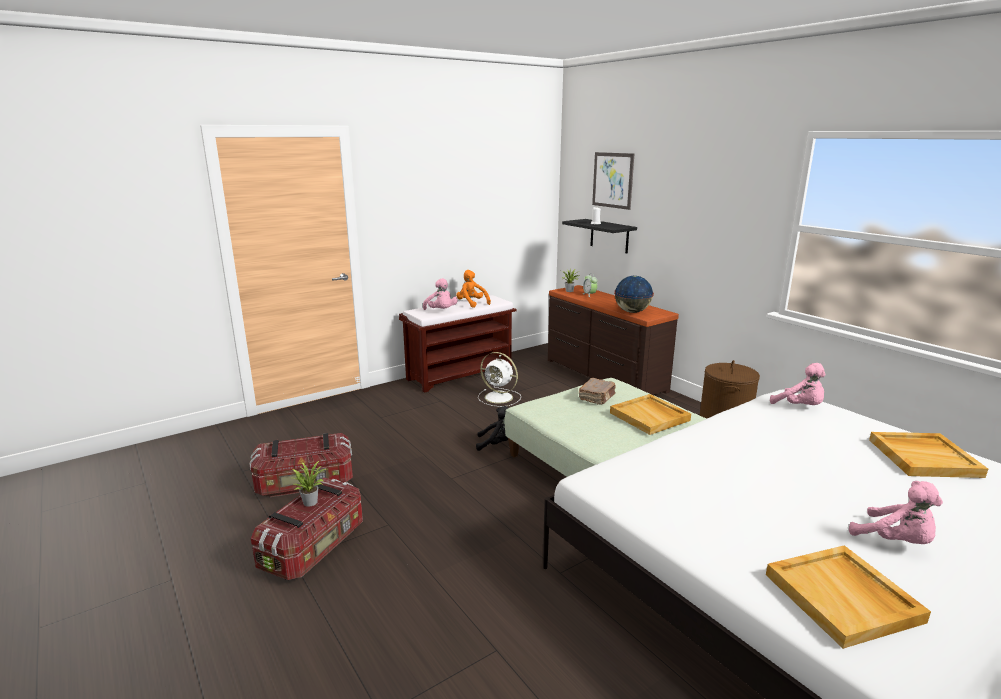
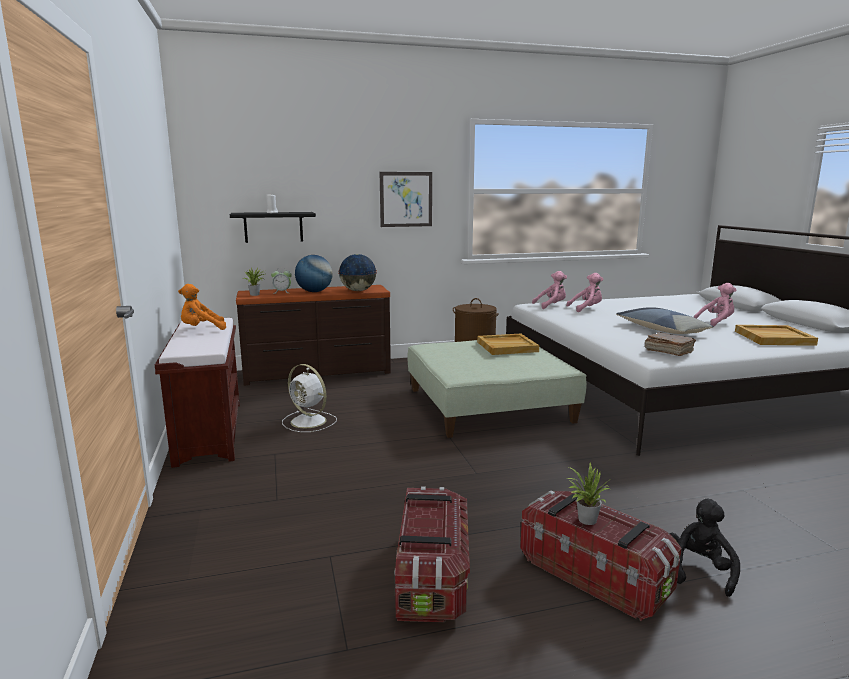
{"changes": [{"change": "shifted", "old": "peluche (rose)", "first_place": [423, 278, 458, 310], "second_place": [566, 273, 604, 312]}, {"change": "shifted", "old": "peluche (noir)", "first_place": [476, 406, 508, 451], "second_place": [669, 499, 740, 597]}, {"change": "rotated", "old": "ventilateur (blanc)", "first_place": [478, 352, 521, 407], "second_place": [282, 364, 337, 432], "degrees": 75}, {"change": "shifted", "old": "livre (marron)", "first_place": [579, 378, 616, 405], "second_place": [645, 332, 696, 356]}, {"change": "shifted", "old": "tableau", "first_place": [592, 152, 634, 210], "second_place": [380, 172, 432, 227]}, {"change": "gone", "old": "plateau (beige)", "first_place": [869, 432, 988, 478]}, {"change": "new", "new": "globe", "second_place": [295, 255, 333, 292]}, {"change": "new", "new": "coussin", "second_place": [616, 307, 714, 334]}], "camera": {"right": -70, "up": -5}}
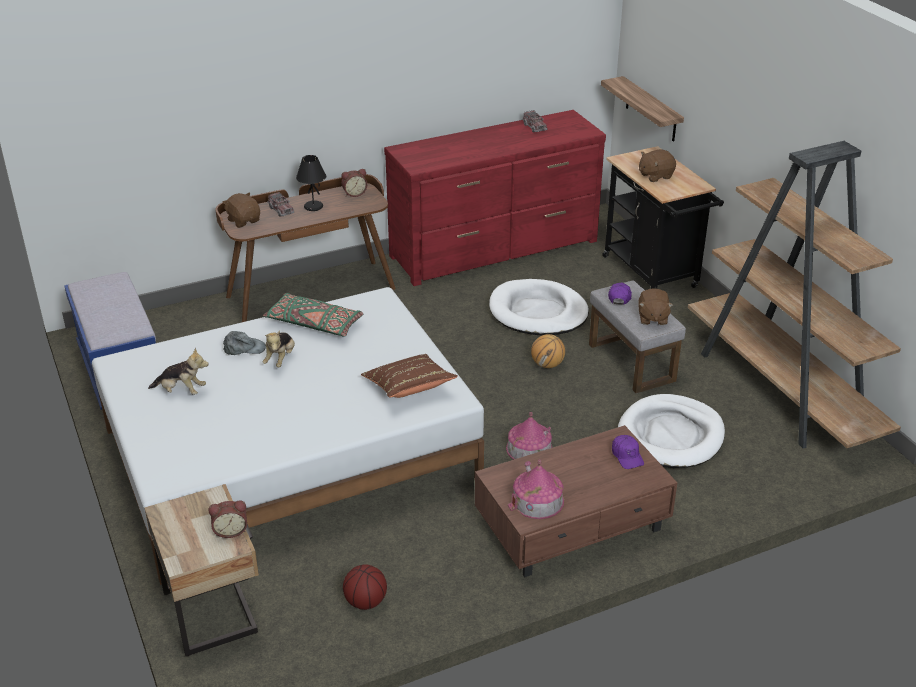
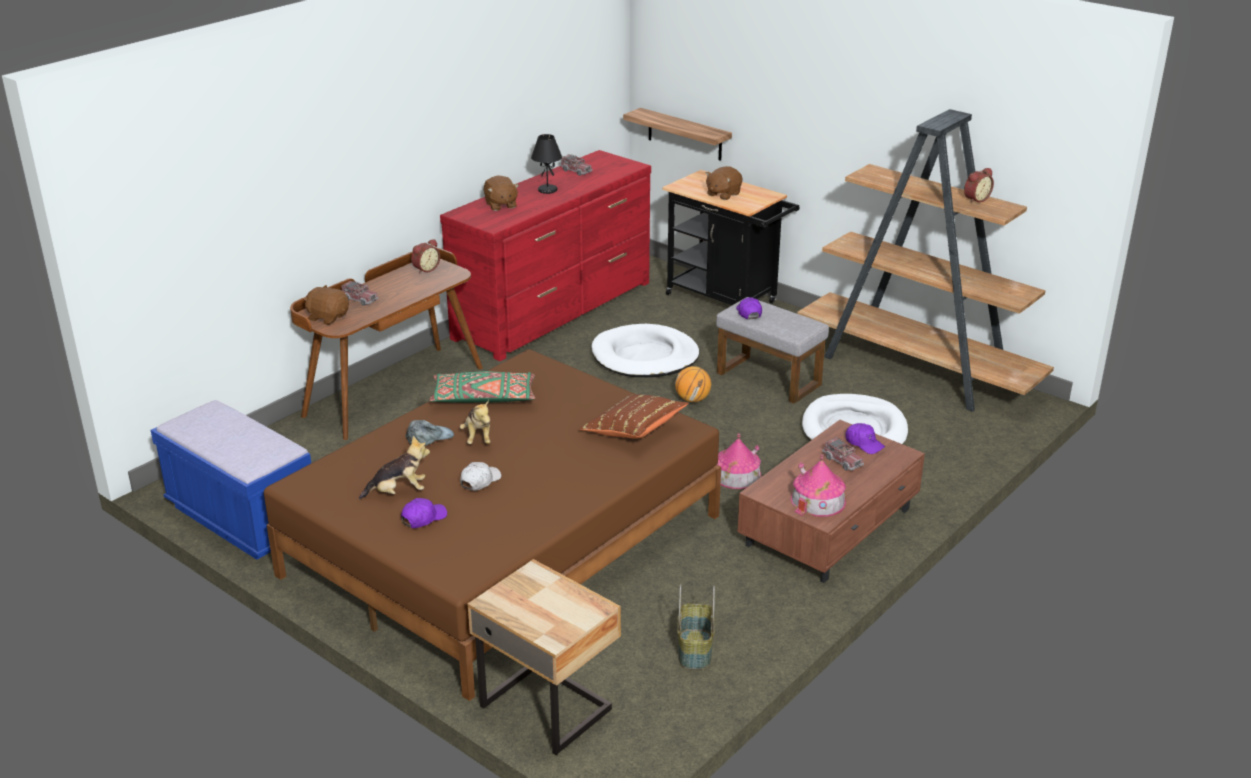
{"changes": [{"change": "repainted", "old": "lit (blanc)", "new": "lit (marron)", "first_place": [92, 287, 484, 585], "second_place": [264, 349, 721, 701]}, {"change": "shifted", "old": "réveil", "first_place": [208, 500, 247, 538], "second_place": [964, 168, 994, 203]}, {"change": "shifted", "old": "lampe de table (noir)", "first_place": [296, 155, 326, 211], "second_place": [531, 134, 562, 194]}, {"change": "swapped", "old": "ballon de basket", "new": "panier", "first_place": [343, 564, 387, 610], "second_place": [677, 584, 715, 669]}, {"change": "shifted", "old": "peluche (marron)", "first_place": [638, 288, 673, 325], "second_place": [484, 176, 519, 211]}, {"change": "new", "new": "casquette (violet)", "second_place": [401, 498, 447, 528]}, {"change": "new", "new": "casquette (blanc)", "second_place": [460, 462, 501, 491]}, {"change": "new", "new": "camion jouet", "second_place": [822, 437, 864, 471]}], "camera": {"right": -25, "up": -5}}
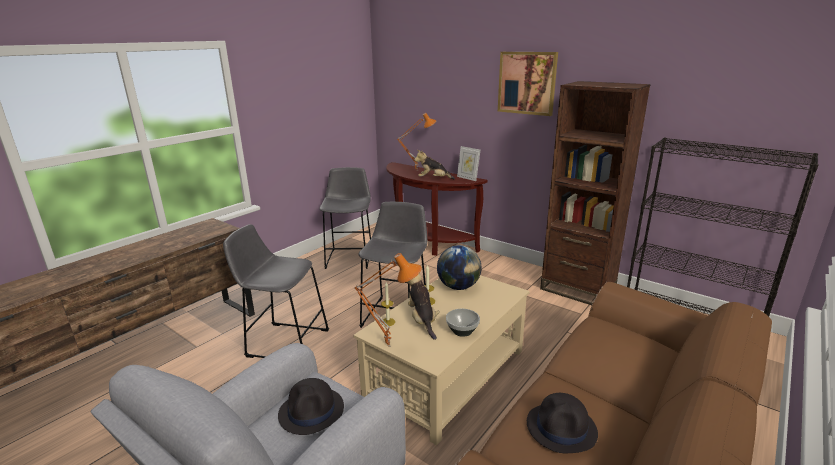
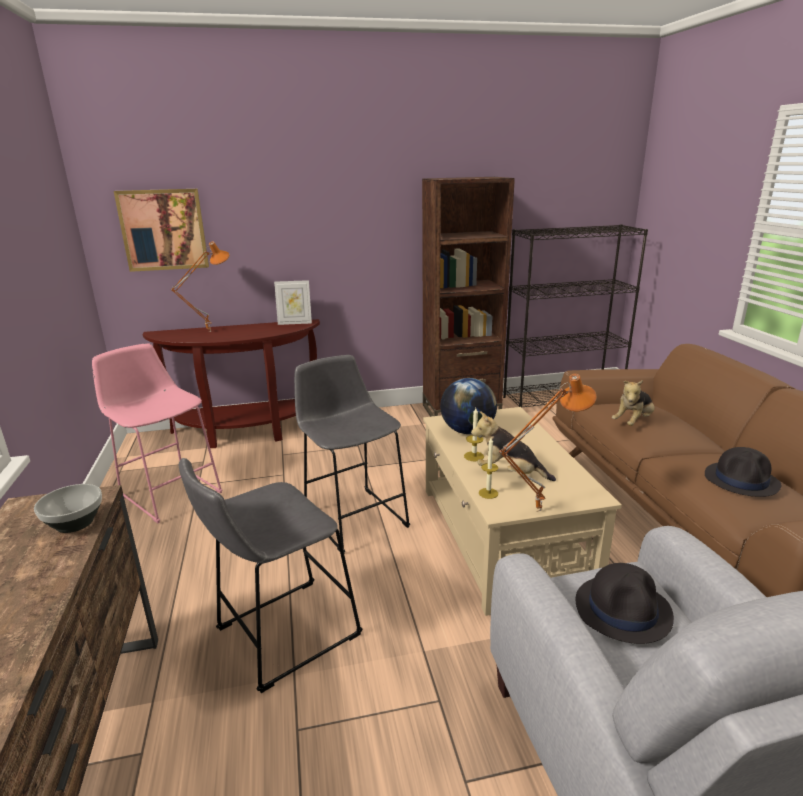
{"changes": [{"change": "repainted", "old": "tabouret (gris)", "new": "tabouret (rose)", "first_place": [319, 167, 371, 269], "second_place": [92, 343, 222, 524]}, {"change": "shifted", "old": "peluche", "first_place": [414, 150, 455, 180], "second_place": [612, 380, 655, 426]}, {"change": "shifted", "old": "bol", "first_place": [446, 309, 480, 337], "second_place": [34, 484, 102, 533]}, {"change": "shifted", "old": "tableau", "first_place": [498, 52, 558, 116], "second_place": [114, 189, 209, 272]}], "camera": {"right": -50, "up": 0}}
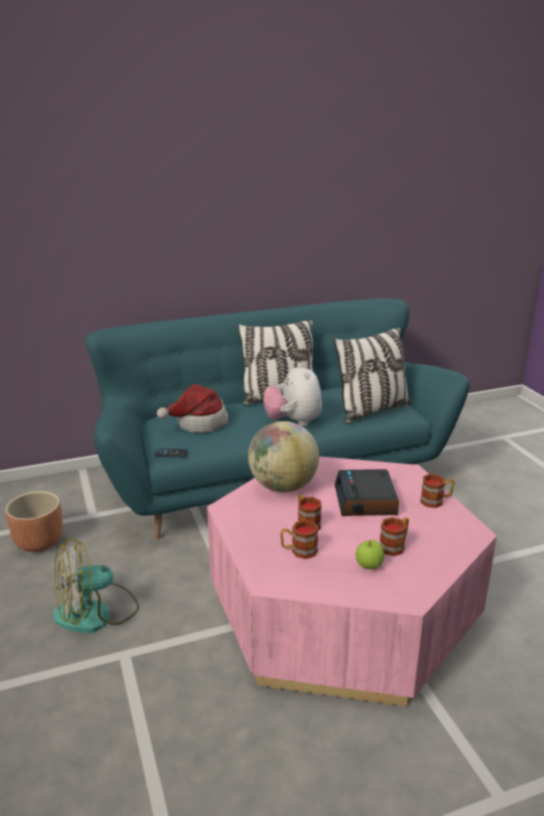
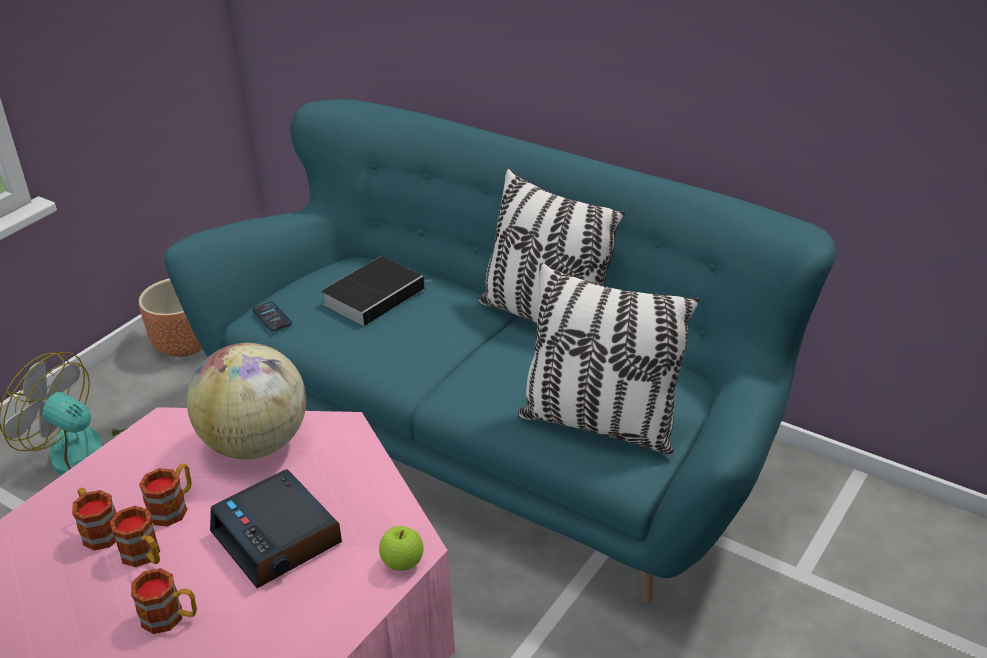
{"changes": [{"change": "swapped", "old": "chapeau", "new": "livre", "first_place": [157, 384, 228, 433], "second_place": [321, 256, 432, 326]}, {"change": "gone", "old": "peluche", "first_place": [263, 363, 322, 426]}, {"change": "rotated", "old": "réveil", "first_place": [335, 469, 399, 516], "second_place": [210, 469, 342, 588], "degrees": -90}, {"change": "shifted", "old": "pomme", "first_place": [356, 540, 385, 569], "second_place": [379, 526, 424, 571]}, {"change": "shifted", "old": "mug", "first_place": [421, 474, 454, 508], "second_place": [110, 506, 160, 567]}], "camera": {"right": 55, "up": 10}}
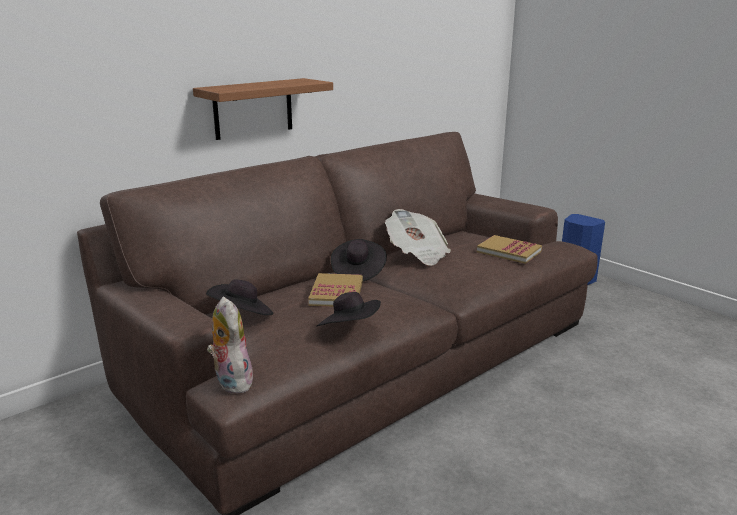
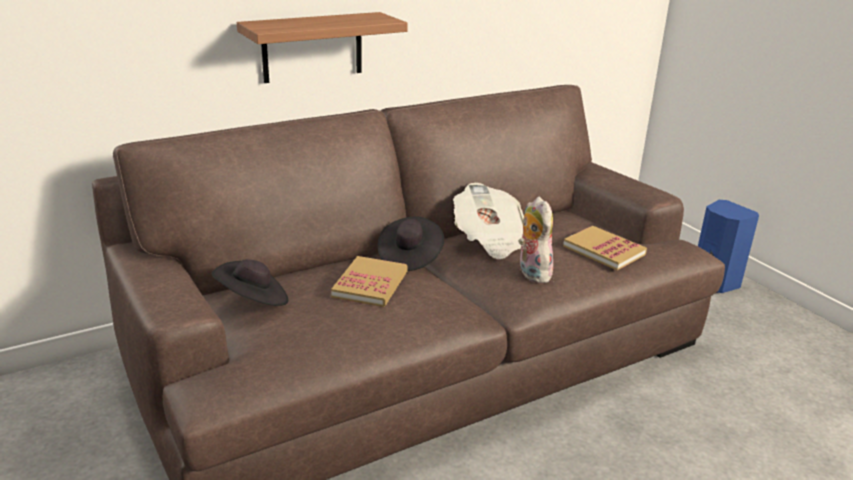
{"changes": [{"change": "shifted", "old": "peluche", "first_place": [207, 297, 253, 394], "second_place": [518, 197, 553, 283]}, {"change": "gone", "old": "chapeau (noir)", "first_place": [317, 292, 381, 326]}], "camera": {"right": 10, "up": 5}}
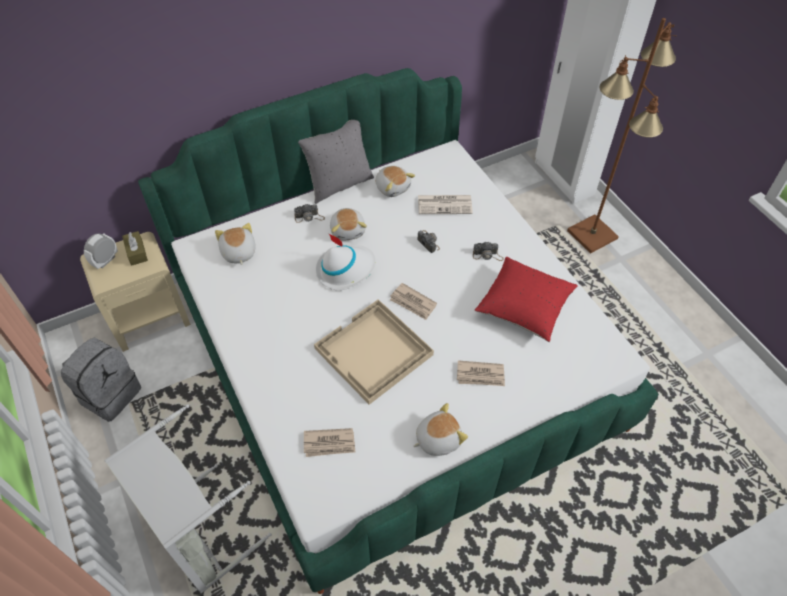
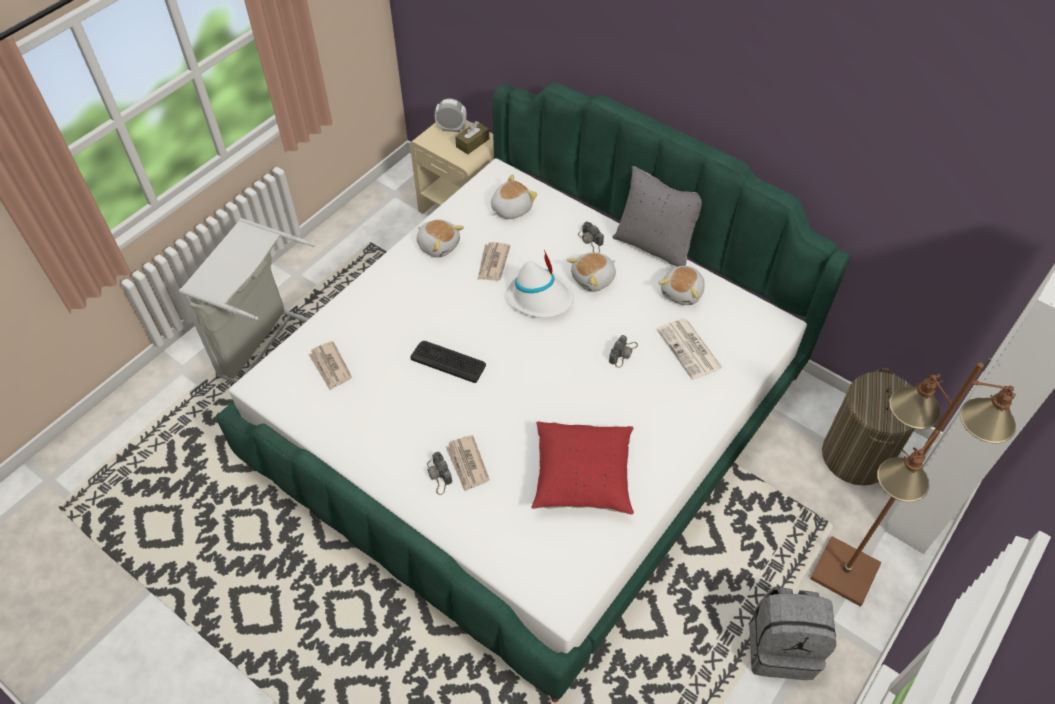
{"changes": [{"change": "shifted", "old": "sac à dos (gris)", "first_place": [61, 337, 141, 422], "second_place": [749, 587, 836, 680]}, {"change": "swapped", "old": "plateau (beige)", "new": "clavier", "first_place": [314, 299, 434, 405], "second_place": [410, 341, 486, 383]}, {"change": "shifted", "old": "journal", "first_place": [390, 283, 437, 320], "second_place": [478, 242, 510, 281]}, {"change": "shifted", "old": "peluche", "first_place": [413, 403, 468, 456], "second_place": [417, 219, 464, 258]}, {"change": "shifted", "old": "appareil photo", "first_place": [473, 242, 504, 261], "second_place": [427, 452, 452, 495]}, {"change": "new", "new": "panier à linge", "second_place": [822, 368, 915, 486]}], "camera": {"right": 65, "up": 0}}
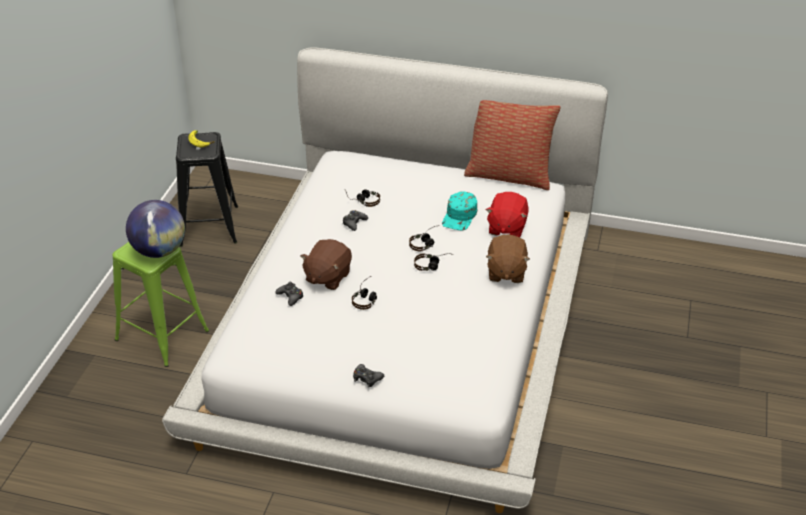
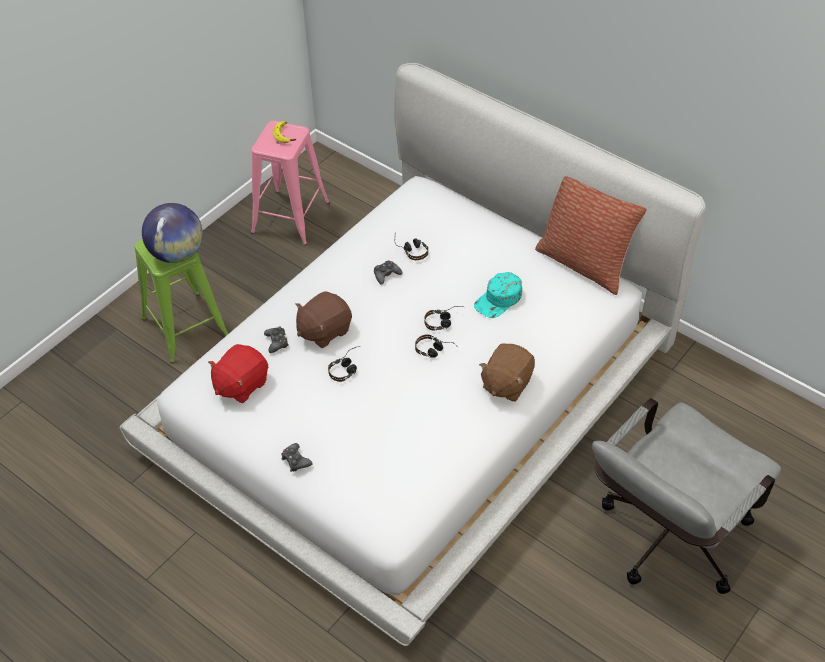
{"changes": [{"change": "repainted", "old": "tabouret (noir)", "new": "tabouret (rose)", "first_place": [176, 132, 238, 247], "second_place": [251, 121, 330, 246]}, {"change": "shifted", "old": "peluche (rouge)", "first_place": [486, 192, 529, 238], "second_place": [208, 344, 268, 403]}, {"change": "new", "new": "chaise de bureau (gris)", "second_place": [592, 398, 781, 594]}], "camera": {"right": 25, "up": 10}}
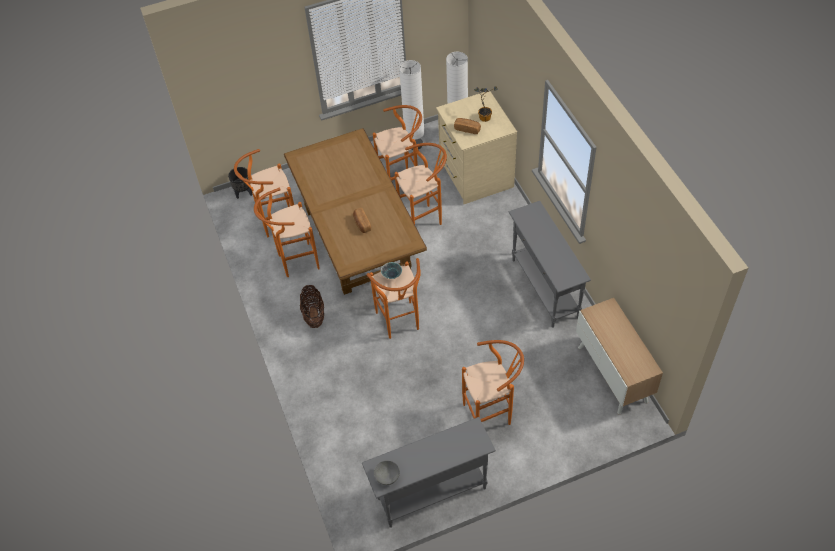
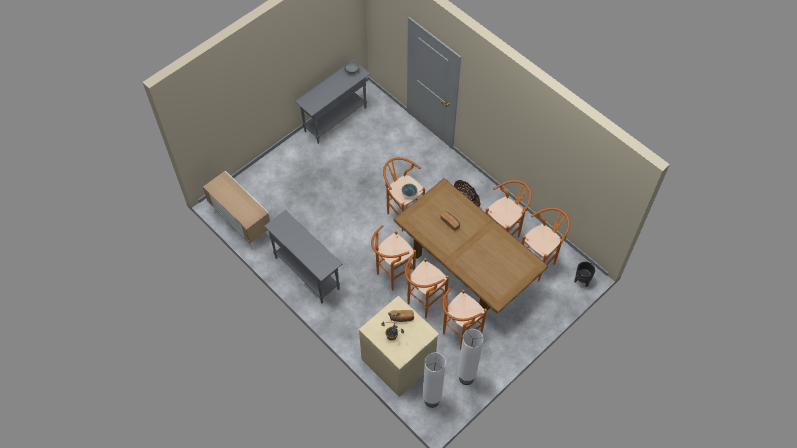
{"changes": [{"change": "shifted", "old": "tabouret (orange)", "first_place": [462, 340, 524, 425], "second_place": [371, 225, 416, 291]}], "camera": {"right": 155, "up": 5}}
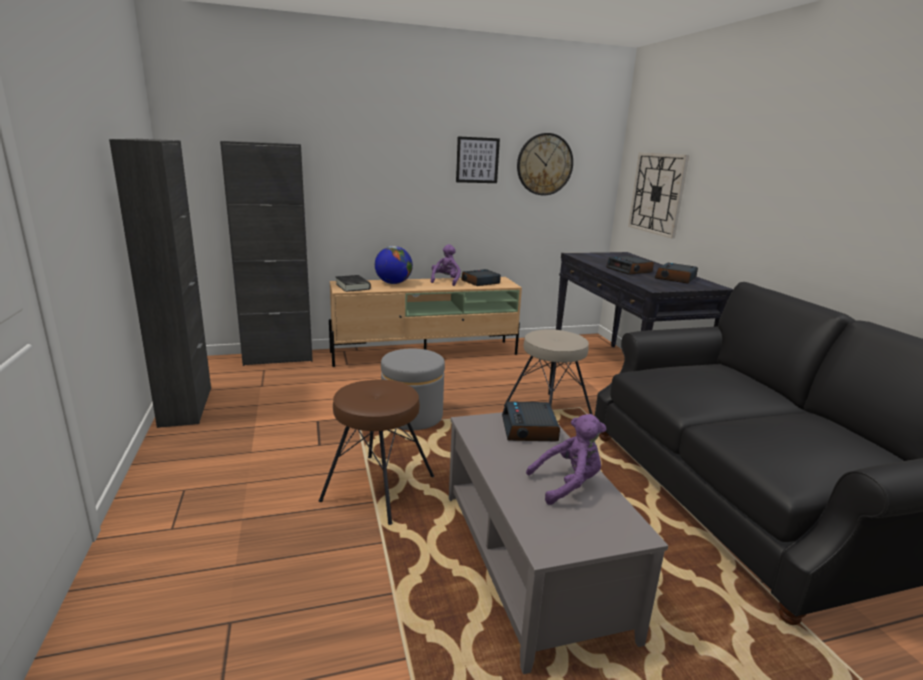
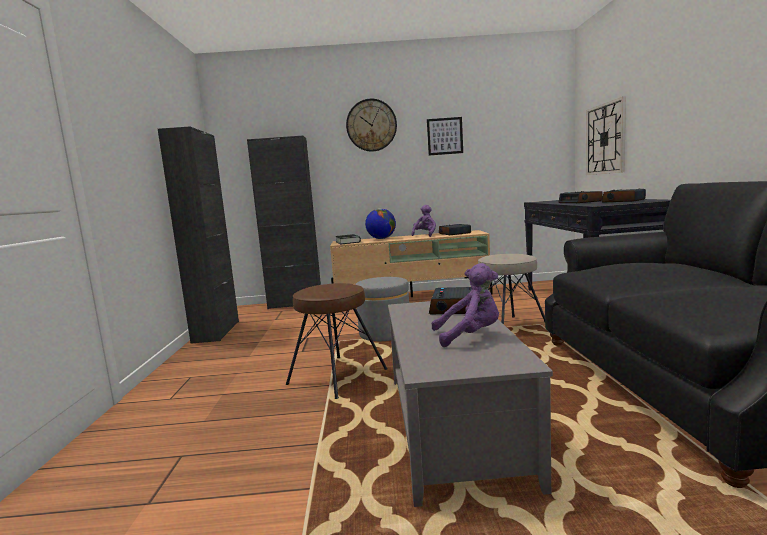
{"changes": [{"change": "shifted", "old": "horloge murale", "first_place": [517, 133, 573, 196], "second_place": [346, 99, 397, 152]}], "camera": {"right": 15, "up": -10}}
